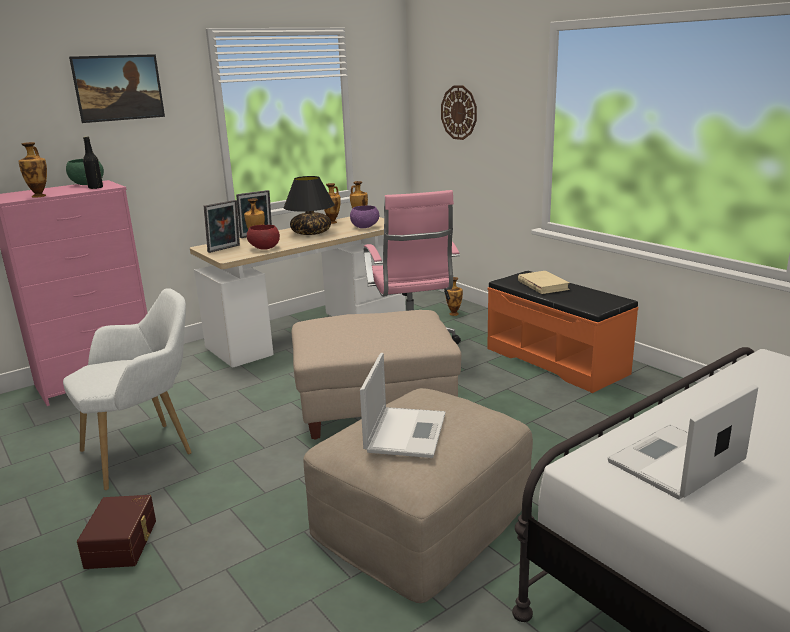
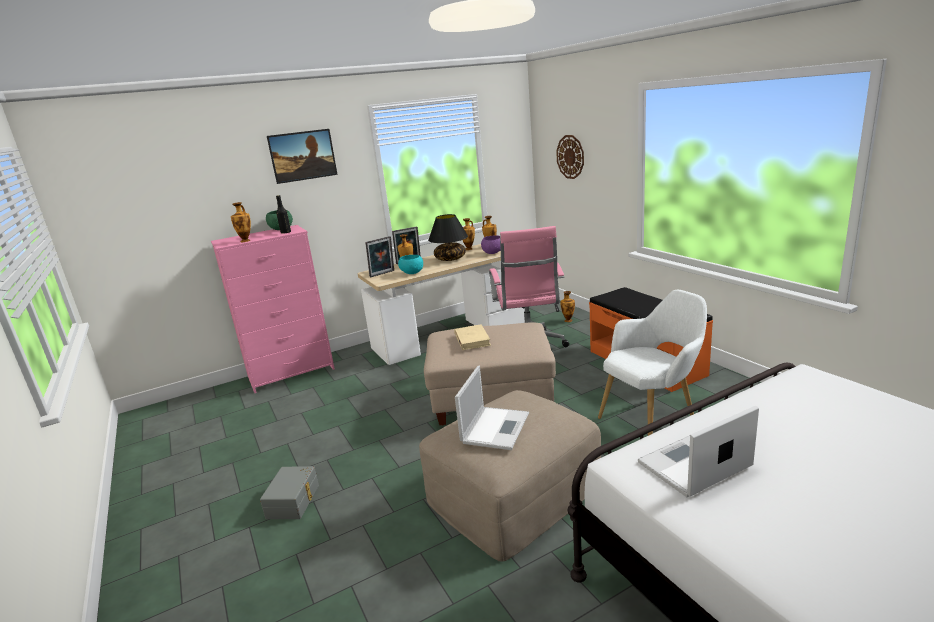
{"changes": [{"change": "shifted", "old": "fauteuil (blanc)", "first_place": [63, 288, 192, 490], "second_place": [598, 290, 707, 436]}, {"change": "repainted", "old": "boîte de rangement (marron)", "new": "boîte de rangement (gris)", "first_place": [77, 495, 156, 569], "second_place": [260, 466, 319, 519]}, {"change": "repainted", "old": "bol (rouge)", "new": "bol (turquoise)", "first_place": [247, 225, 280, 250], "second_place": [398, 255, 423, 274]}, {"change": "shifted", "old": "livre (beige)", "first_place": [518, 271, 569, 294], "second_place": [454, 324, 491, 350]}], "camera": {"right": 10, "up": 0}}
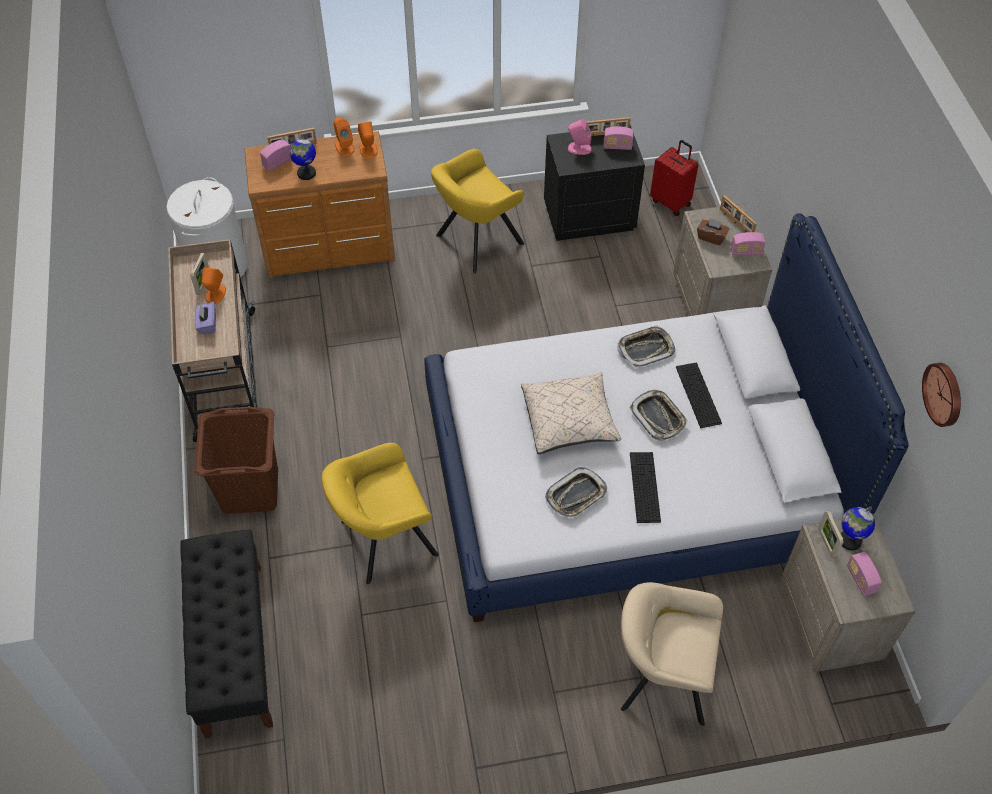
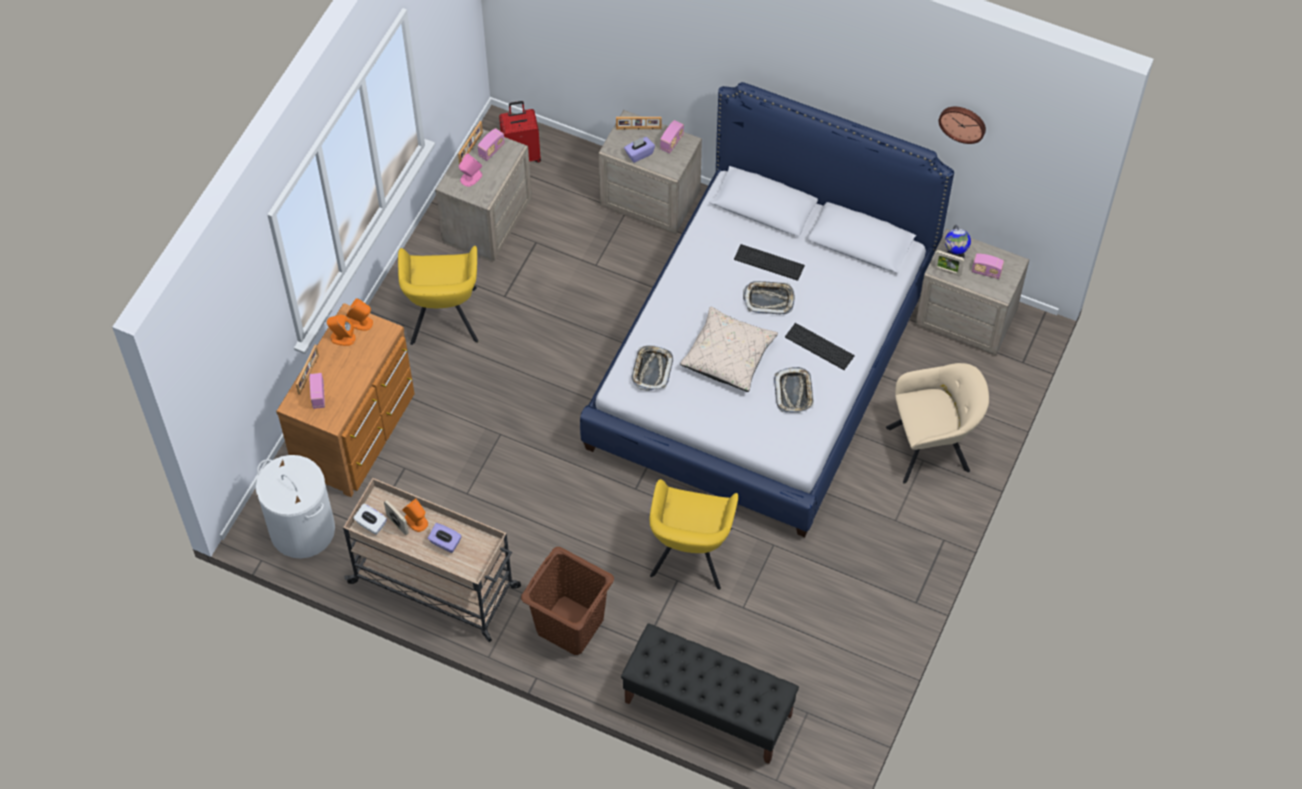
{"changes": [{"change": "gone", "old": "globe", "first_place": [289, 135, 316, 180]}, {"change": "repainted", "old": "table de chevet (noir)", "new": "table de chevet (beige)", "first_place": [544, 125, 645, 241], "second_place": [435, 126, 532, 262]}, {"change": "shifted", "old": "plateau", "first_place": [617, 325, 675, 367], "second_place": [631, 345, 673, 391]}, {"change": "rotated", "old": "fauteuil (beige)", "first_place": [621, 582, 723, 726], "second_place": [886, 363, 989, 484], "degrees": -150}, {"change": "repainted", "old": "boîte à mouchoirs (marron)", "new": "boîte à mouchoirs (violet)", "first_place": [697, 218, 729, 245], "second_place": [624, 137, 655, 163]}, {"change": "new", "new": "boîte à mouchoirs (blanc)", "second_place": [353, 504, 387, 535]}], "camera": {"right": -55, "up": 5}}
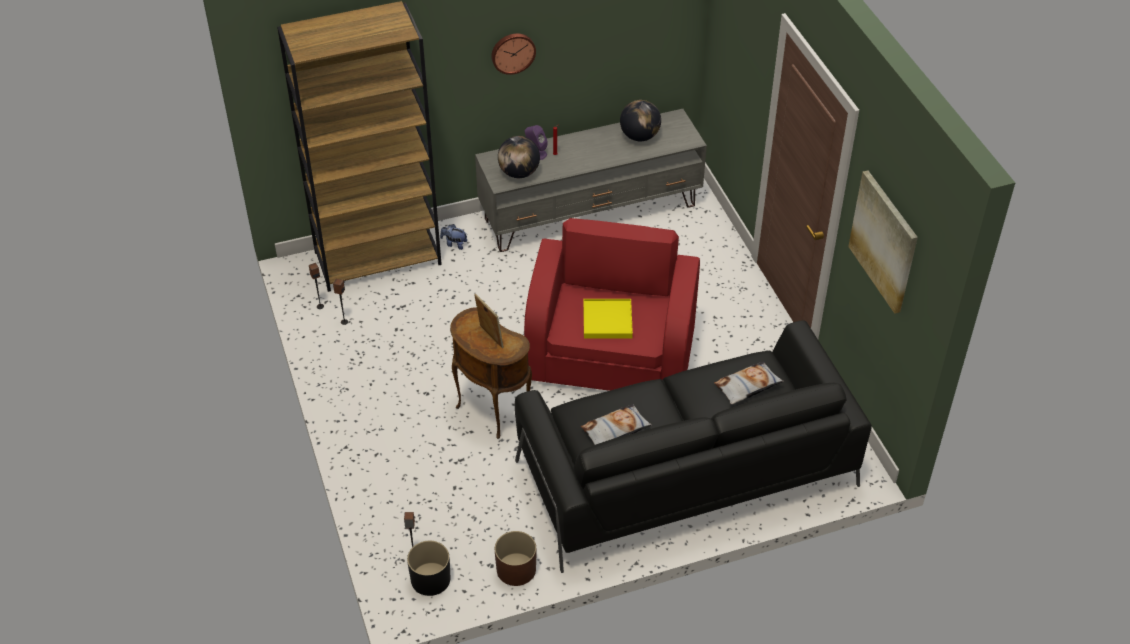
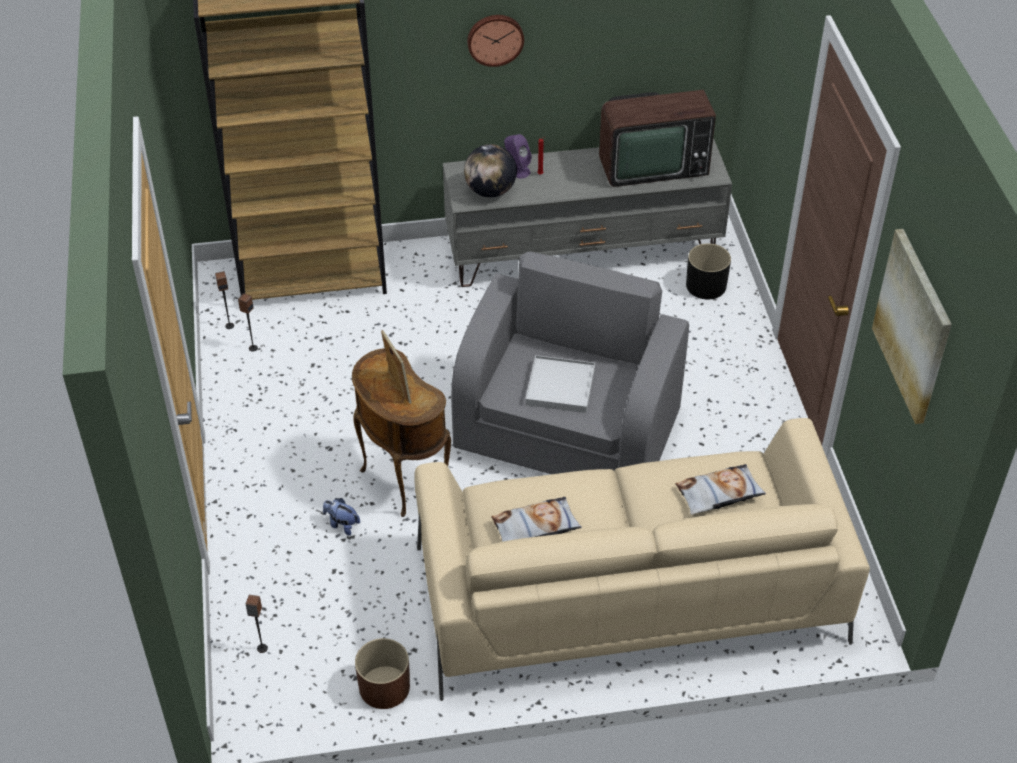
{"changes": [{"change": "shifted", "old": "cache-pot (noir)", "first_place": [407, 541, 451, 596], "second_place": [686, 244, 731, 299]}, {"change": "shifted", "old": "peluche", "first_place": [440, 224, 467, 250], "second_place": [323, 498, 360, 536]}, {"change": "repainted", "old": "canapé (noir)", "new": "canapé (beige)", "first_place": [515, 320, 872, 573], "second_place": [414, 418, 870, 701]}, {"change": "repainted", "old": "fauteuil (rouge)", "new": "fauteuil (gris)", "first_place": [524, 218, 700, 391], "second_place": [451, 251, 689, 474]}, {"change": "repainted", "old": "plateau (jaune)", "new": "plateau (blanc)", "first_place": [583, 299, 633, 339], "second_place": [525, 355, 595, 413]}, {"change": "swapped", "old": "globe", "new": "téléviseur", "first_place": [620, 100, 661, 141], "second_place": [599, 90, 716, 187]}], "camera": {"right": 10, "up": 0}}
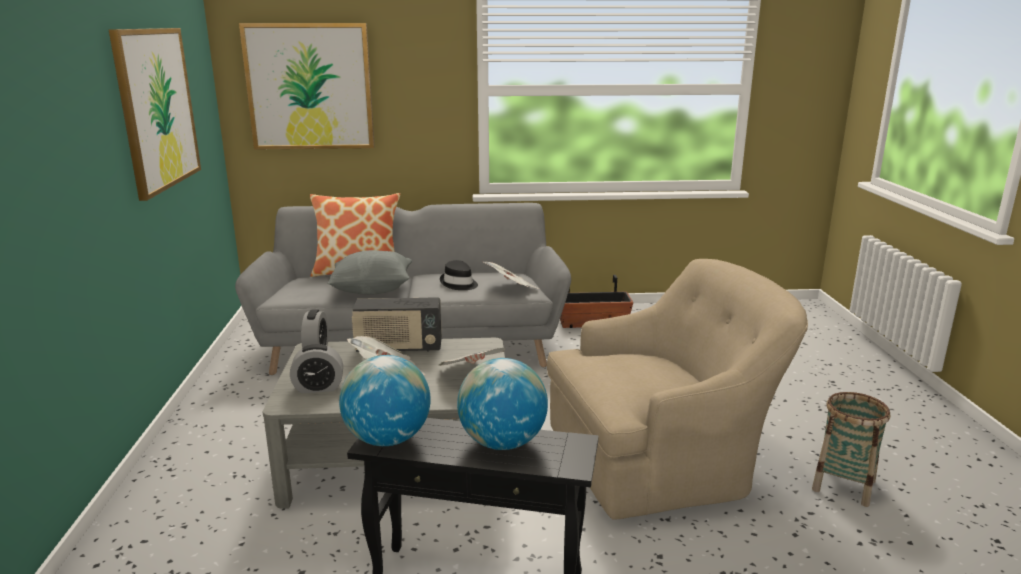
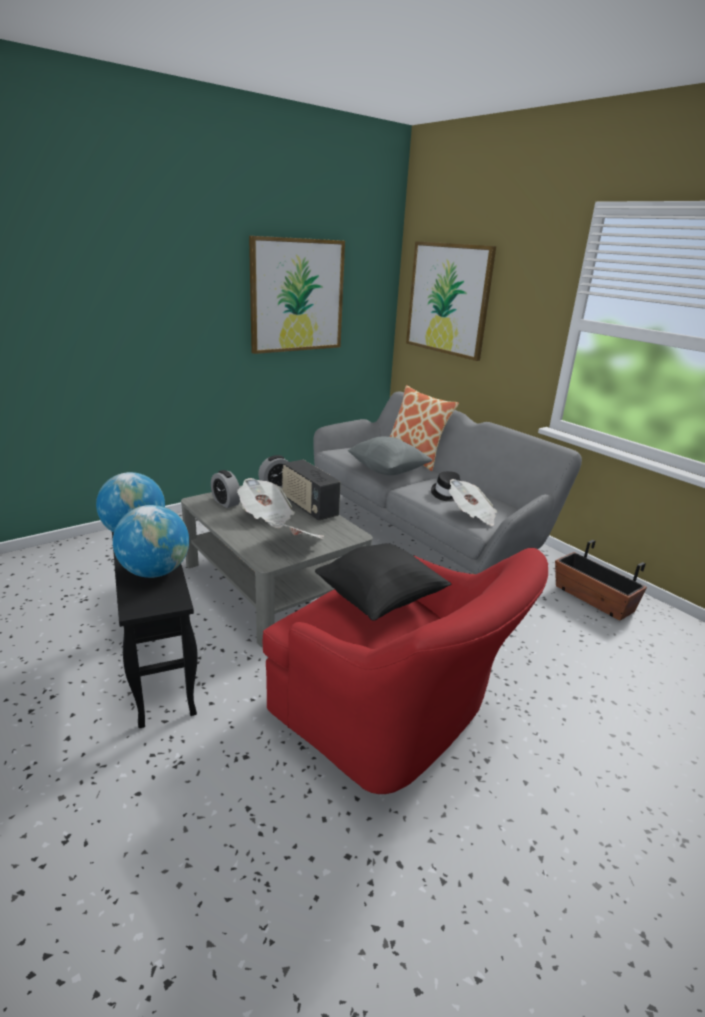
{"changes": [{"change": "repainted", "old": "fauteuil (beige)", "new": "fauteuil (rouge)", "first_place": [547, 259, 808, 520], "second_place": [263, 548, 548, 794]}, {"change": "gone", "old": "panier", "first_place": [812, 392, 890, 507]}, {"change": "new", "new": "coussin (noir)", "second_place": [315, 543, 451, 621]}], "camera": {"right": 55, "up": 5}}
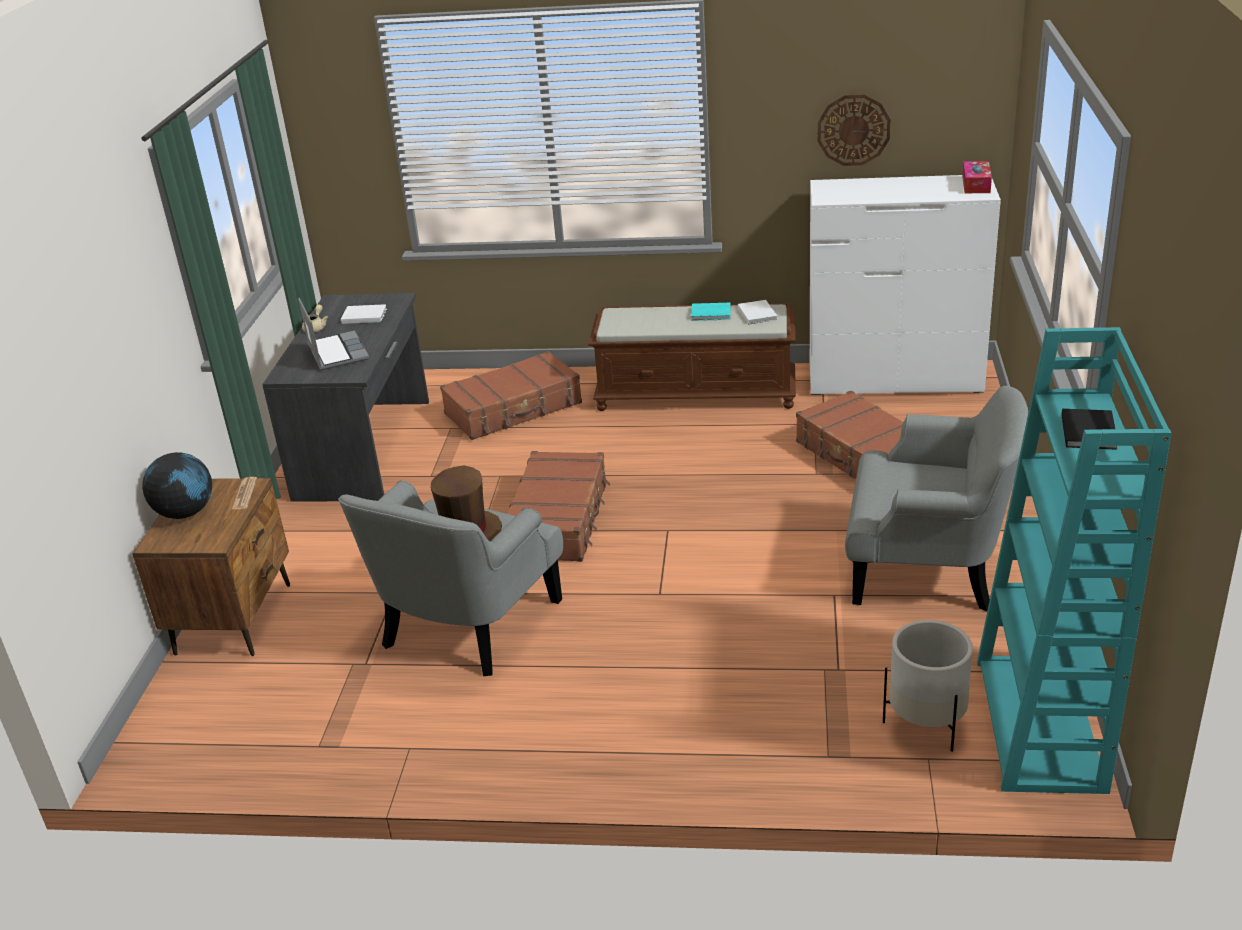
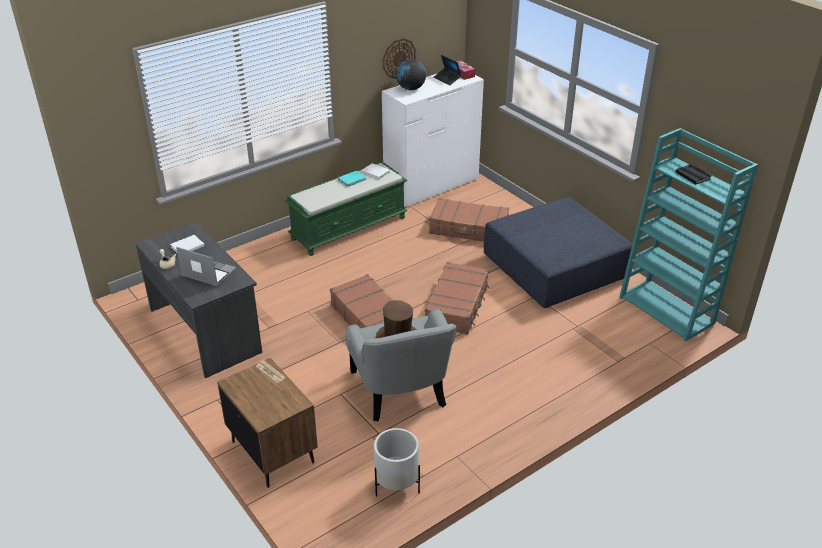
{"changes": [{"change": "shifted", "old": "globe", "first_place": [142, 452, 212, 519], "second_place": [396, 59, 426, 90]}, {"change": "shifted", "old": "valise (marron)", "first_place": [440, 351, 582, 440], "second_place": [425, 262, 490, 335]}, {"change": "repainted", "old": "banc (marron)", "new": "banc (vert)", "first_place": [588, 303, 796, 411], "second_place": [285, 162, 407, 256]}, {"change": "swapped", "old": "fauteuil (gris)", "new": "pouf (bleu)", "first_place": [845, 386, 1028, 611], "second_place": [484, 197, 632, 308]}, {"change": "shifted", "old": "cache-pot (blanc)", "first_place": [883, 620, 973, 752], "second_place": [374, 428, 420, 497]}, {"change": "new", "new": "ordinateur portable", "second_place": [433, 55, 462, 86]}], "camera": {"right": -45, "up": 5}}
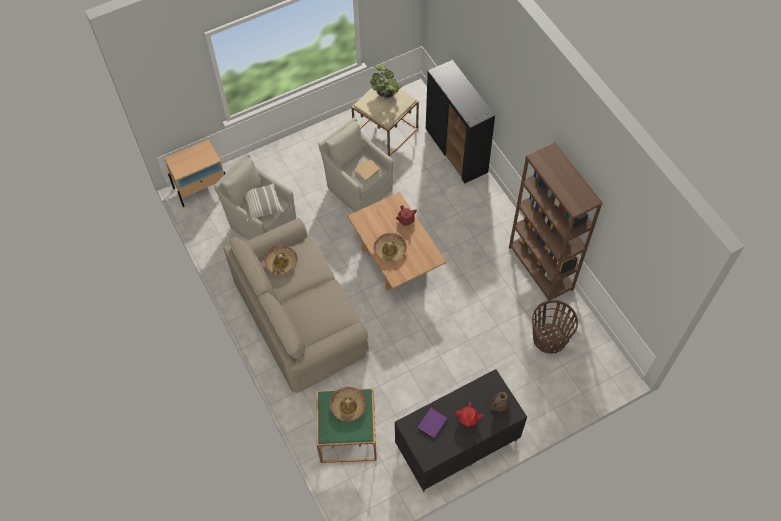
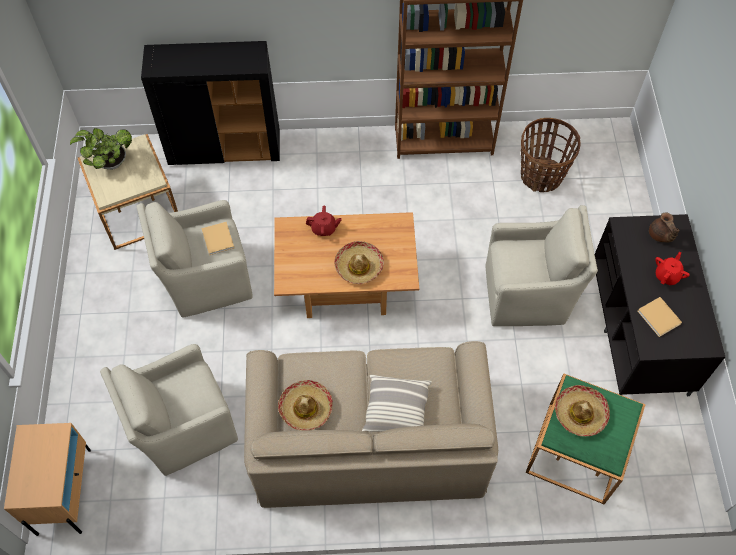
{"changes": [{"change": "shifted", "old": "coussin", "first_place": [243, 183, 284, 221], "second_place": [362, 375, 432, 432]}, {"change": "repainted", "old": "livre (violet)", "new": "livre (beige)", "first_place": [418, 408, 447, 438], "second_place": [638, 297, 682, 337]}, {"change": "new", "new": "fauteuil (beige)", "second_place": [485, 205, 598, 326]}], "camera": {"right": -65, "up": 0}}
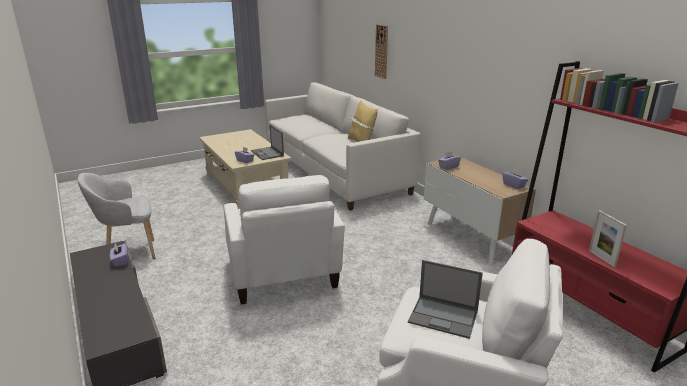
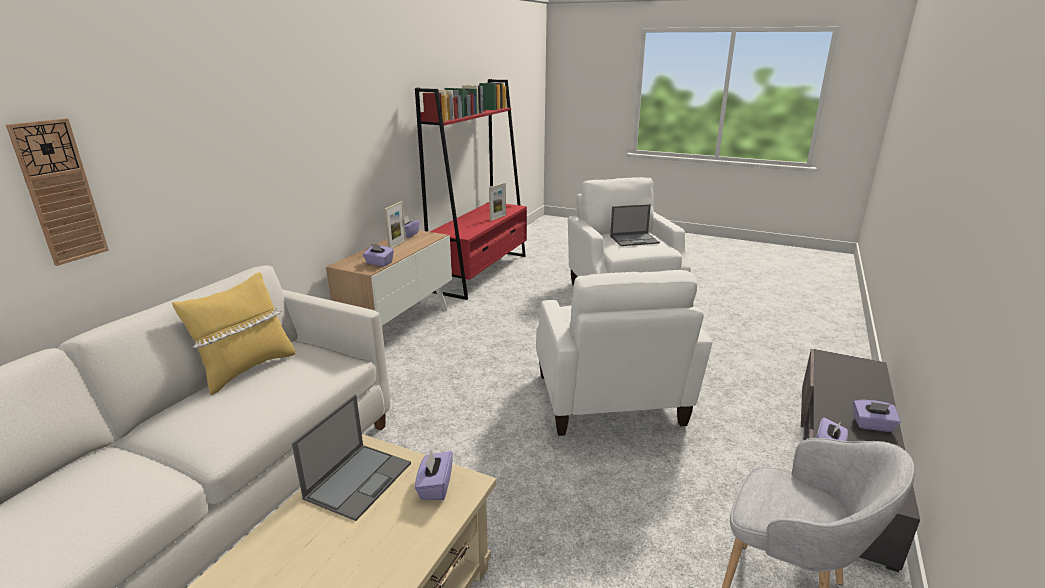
{"changes": [{"change": "rotated", "old": "fauteuil (blanc)", "first_place": [223, 175, 345, 305], "second_place": [536, 270, 712, 436], "degrees": 135}, {"change": "rotated", "old": "ordinateur portable", "first_place": [408, 260, 483, 339], "second_place": [610, 204, 660, 246], "degrees": 90}, {"change": "new", "new": "cadre photo", "second_place": [384, 201, 406, 249]}, {"change": "new", "new": "boîte à mouchoirs (violet)", "second_place": [853, 400, 900, 432]}], "camera": {"right": -125, "up": 0}}
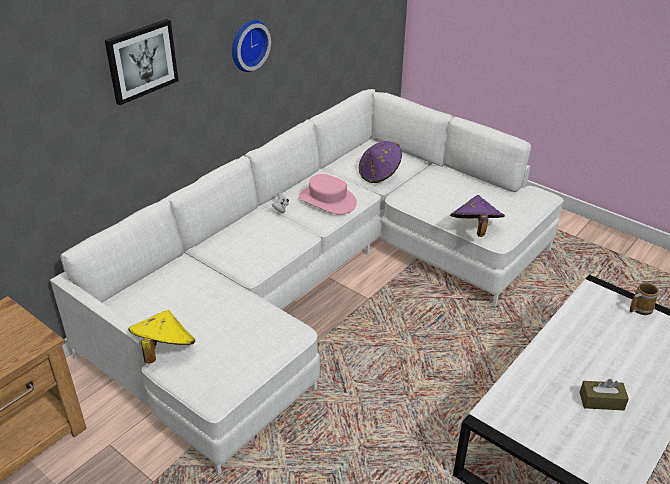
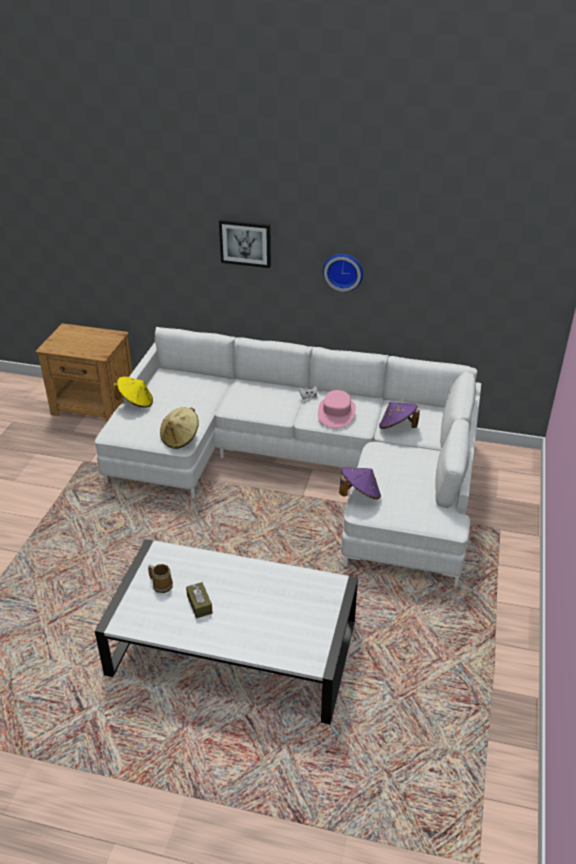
{"changes": [{"change": "shifted", "old": "mug", "first_place": [630, 283, 659, 315], "second_place": [148, 564, 173, 593]}, {"change": "new", "new": "chapeau (beige)", "second_place": [160, 407, 199, 449]}], "camera": {"right": 65, "up": 0}}
